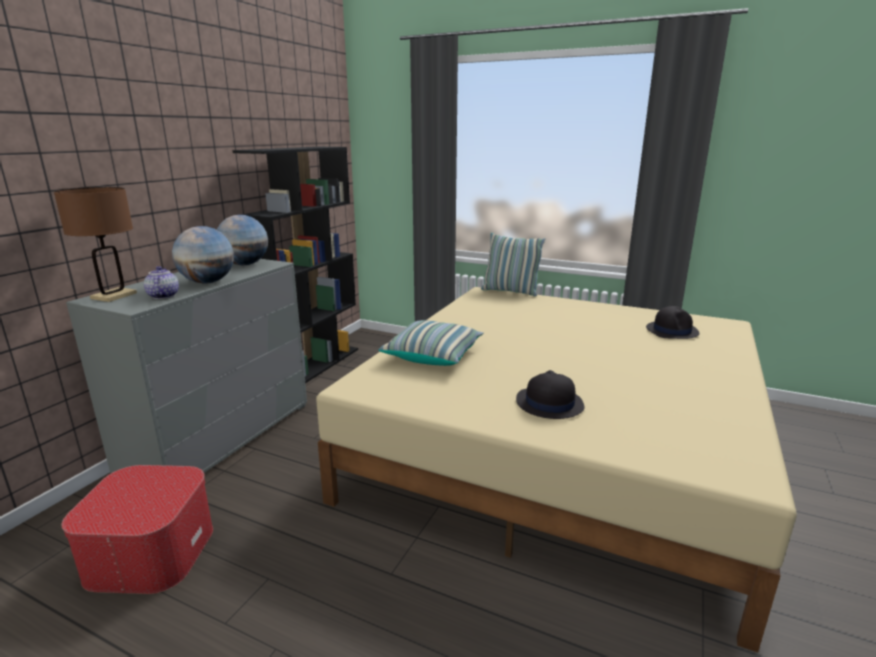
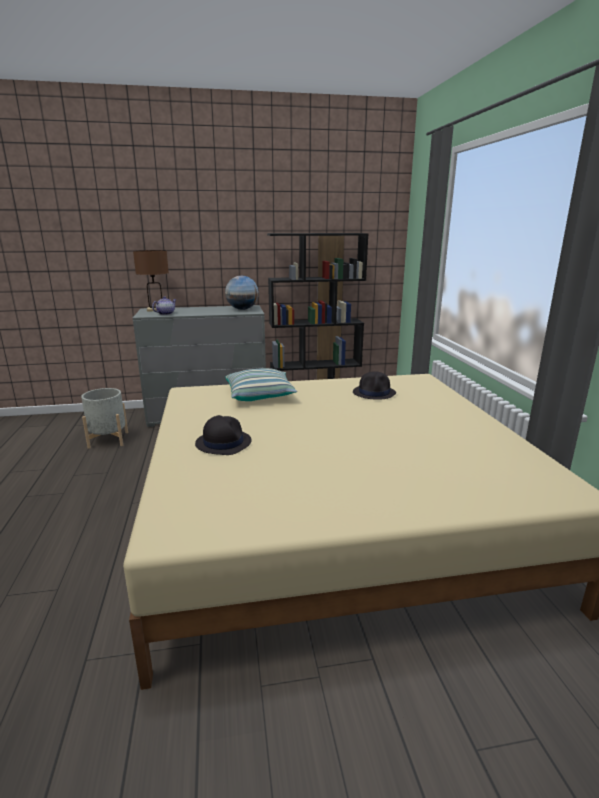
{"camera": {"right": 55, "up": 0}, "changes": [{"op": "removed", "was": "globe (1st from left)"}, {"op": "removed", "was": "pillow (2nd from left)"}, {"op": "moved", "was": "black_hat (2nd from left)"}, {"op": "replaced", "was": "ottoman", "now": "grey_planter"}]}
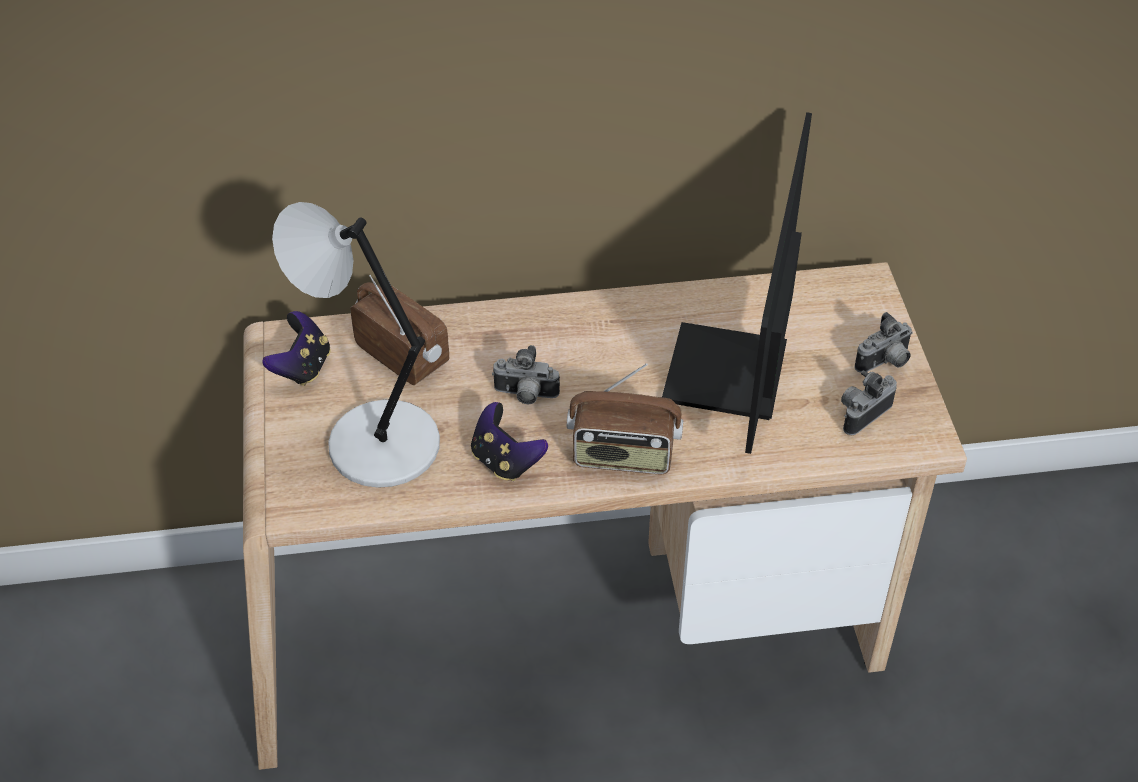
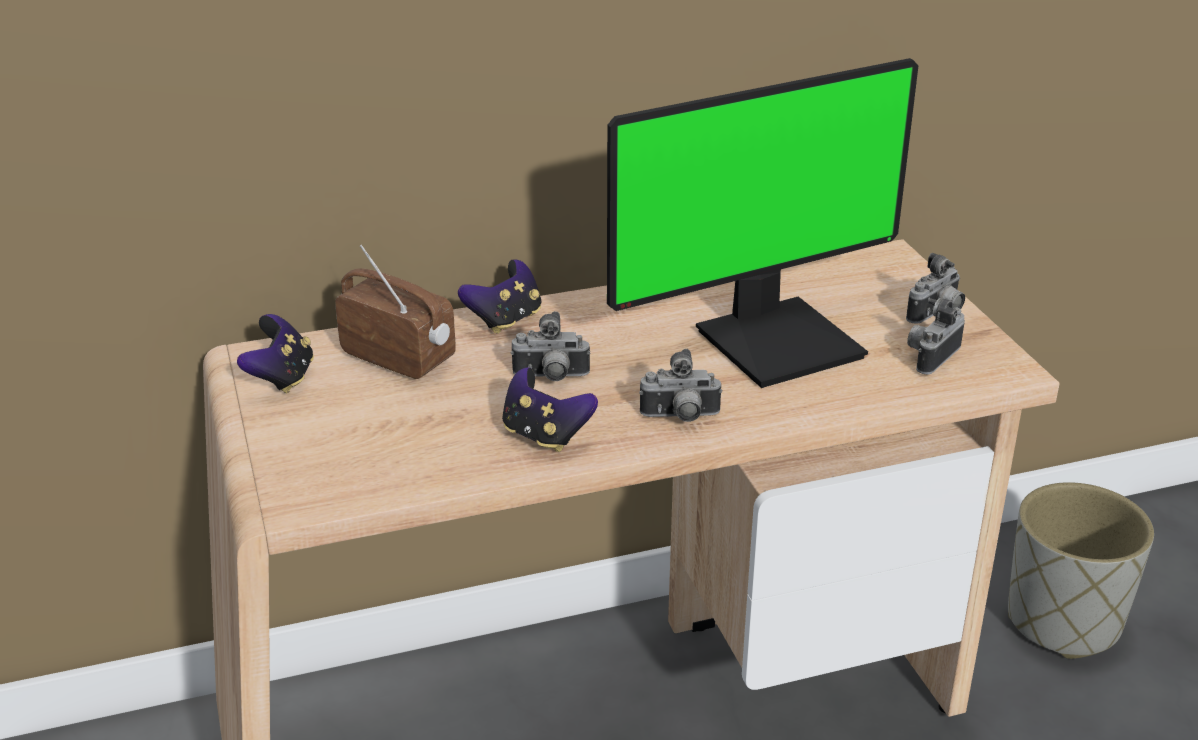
{"camera": {"right": -10, "up": -15}, "changes": [{"op": "turned", "was": "monitor", "clockwise": -120}, {"op": "removed", "was": "grey_table_lamp"}, {"op": "replaced", "was": "radio (2nd from left)", "now": "photo_camera (2nd from left)"}, {"op": "added", "now": "game_controller (2nd from left)"}, {"op": "added", "now": "grey_planter"}]}
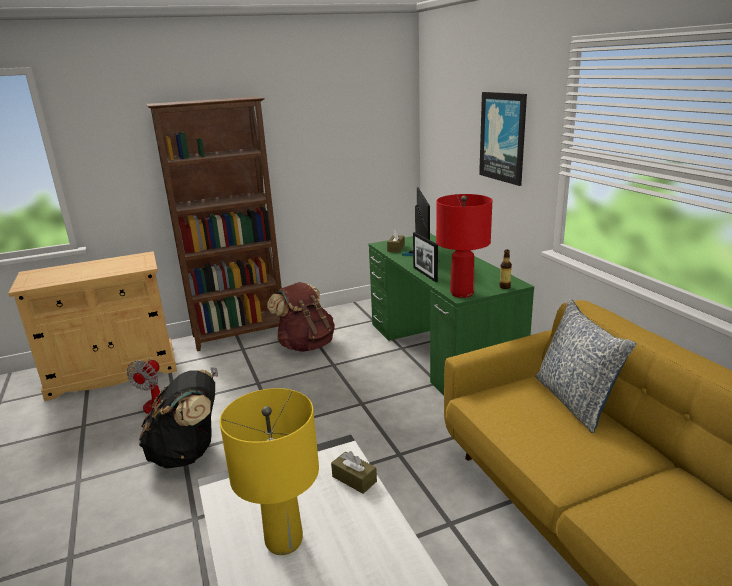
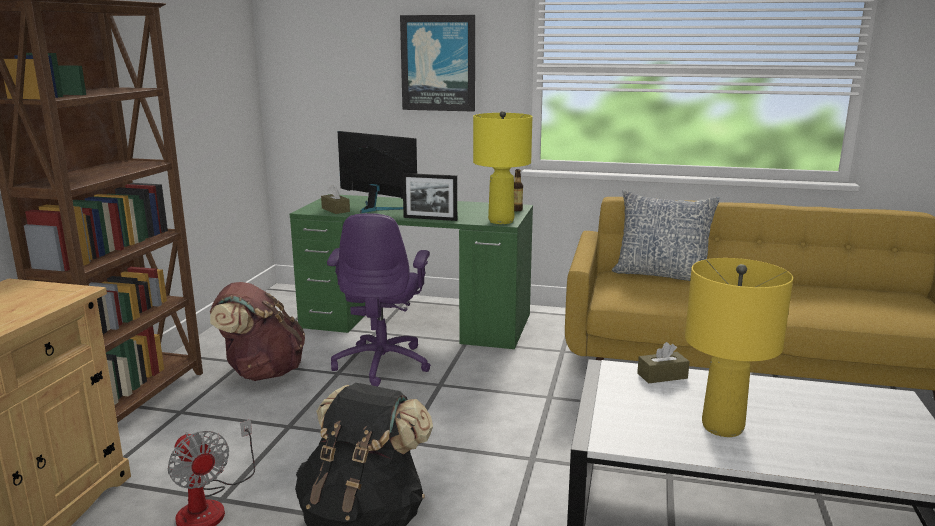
{"camera": {"right": -55, "up": -5}, "changes": [{"op": "recoloured", "was": "red_table_lamp", "now": "yellow_table_lamp (1st from left)"}, {"op": "added", "now": "purple_office_chair"}]}
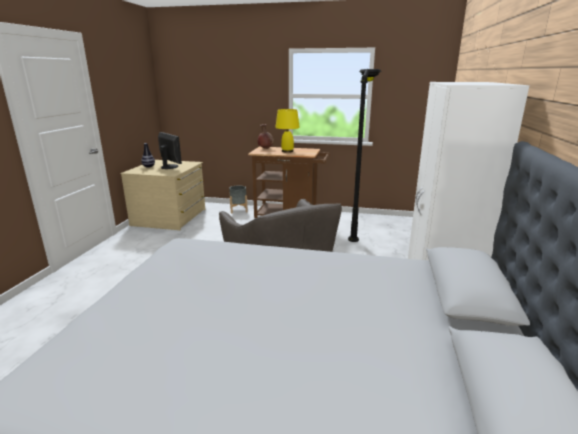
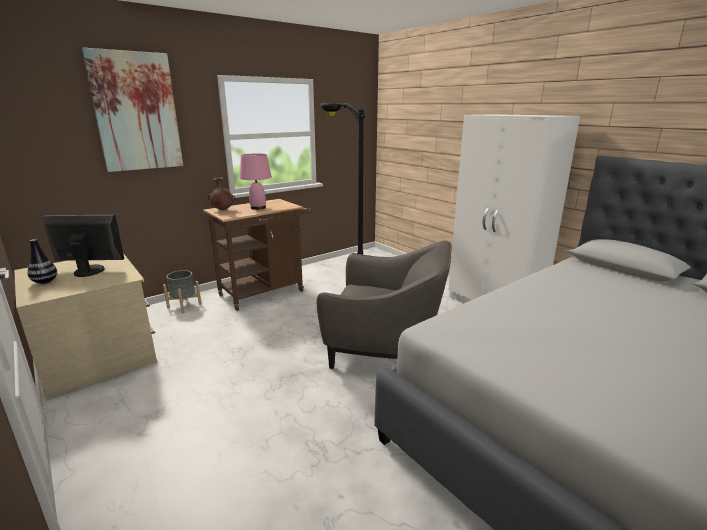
{"camera": {"right": -50, "up": 0}, "changes": [{"op": "recoloured", "was": "yellow_table_lamp", "now": "pink_table_lamp"}, {"op": "added", "now": "picture"}]}
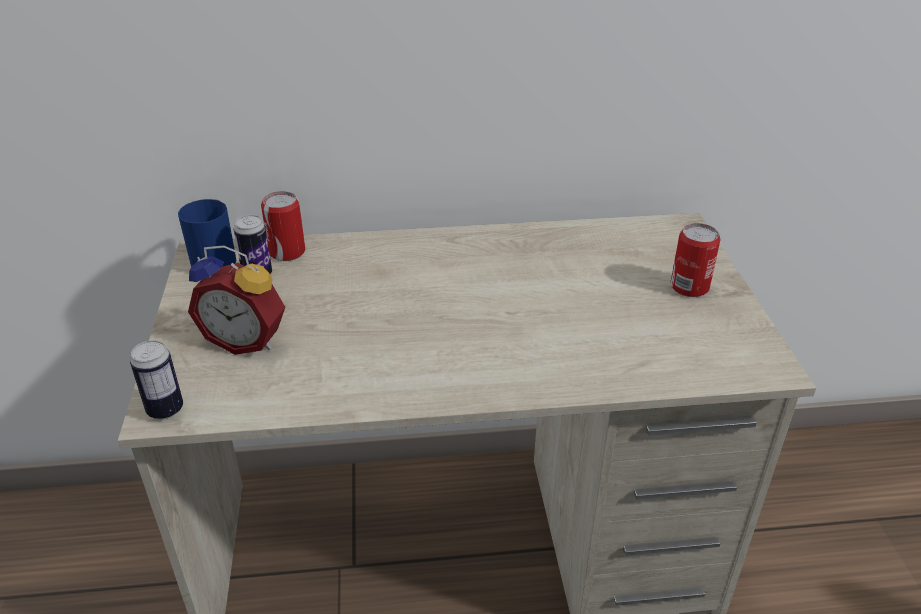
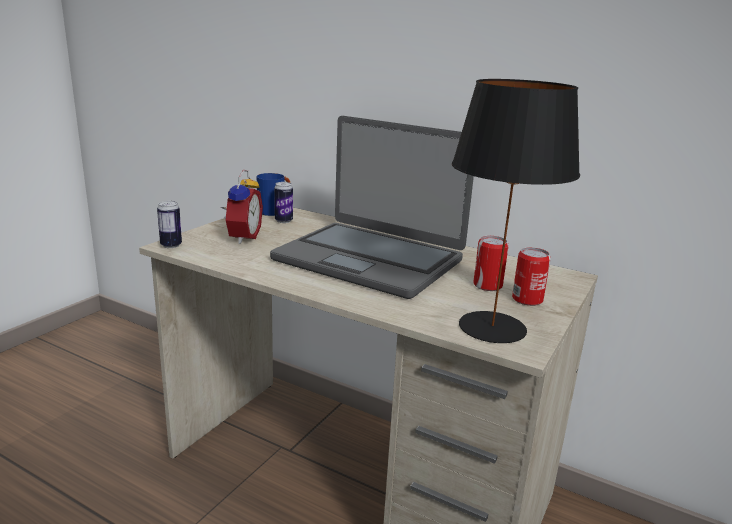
{"camera": {"right": 35, "up": -15}, "changes": [{"op": "moved", "was": "can (3rd from left)"}, {"op": "turned", "was": "alarm_clock", "clockwise": -135}, {"op": "added", "now": "black_table_lamp"}, {"op": "added", "now": "laptop"}]}
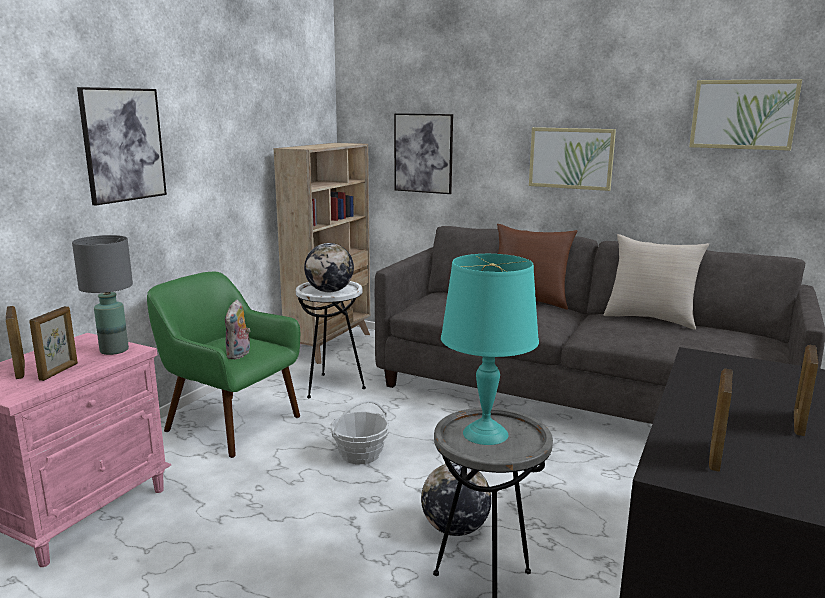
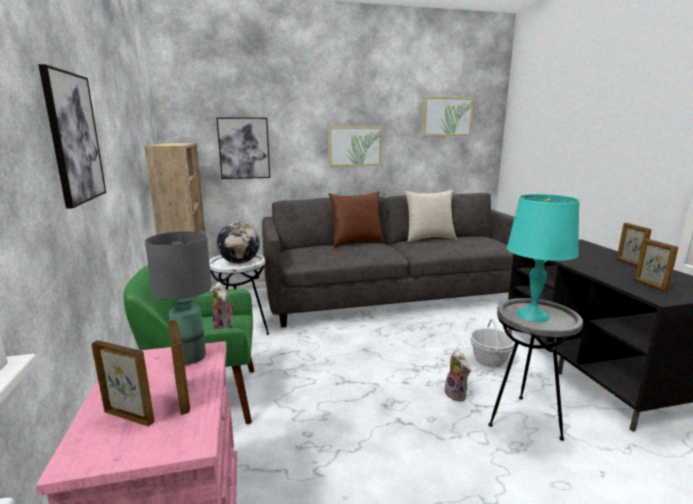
{"camera": {"right": -40, "up": 0}, "changes": [{"op": "moved", "was": "basket"}, {"op": "replaced", "was": "globe (2nd from left)", "now": "plush_toy (2nd from left)"}]}
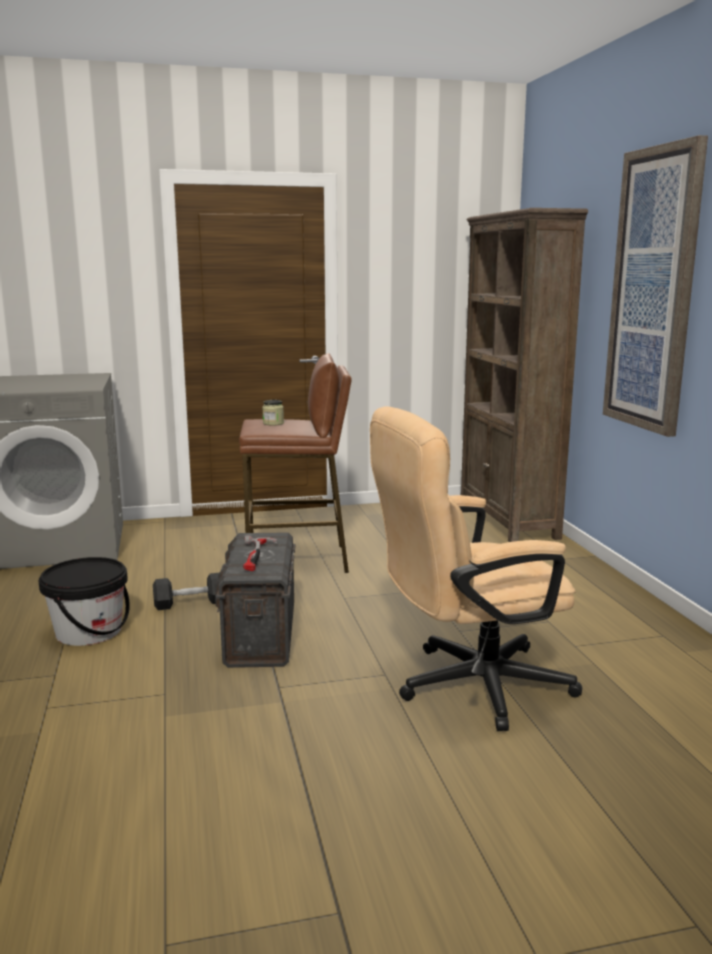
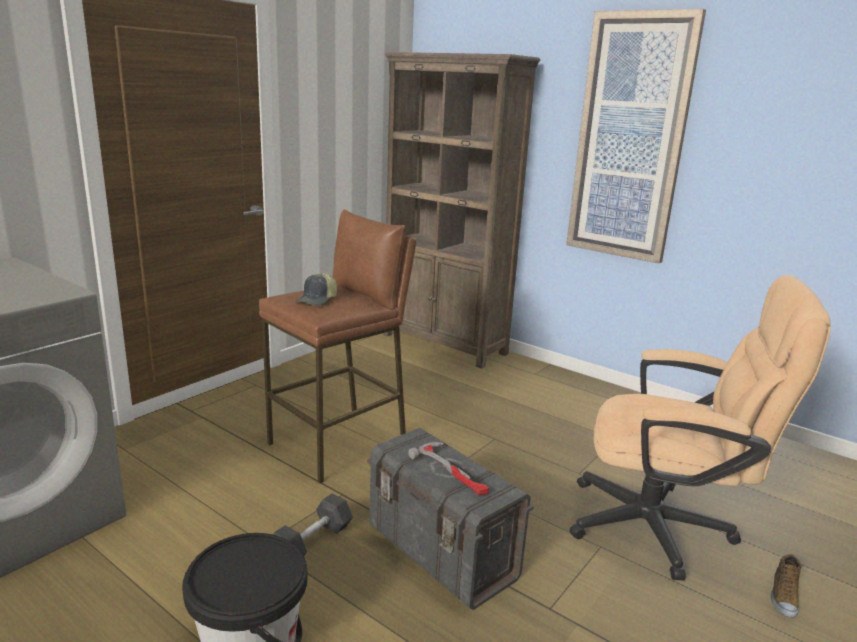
{"camera": {"right": -40, "up": 5}, "changes": [{"op": "replaced", "was": "jar", "now": "cap"}, {"op": "turned", "was": "beige_office_chair", "clockwise": -105}, {"op": "added", "now": "shoe"}]}
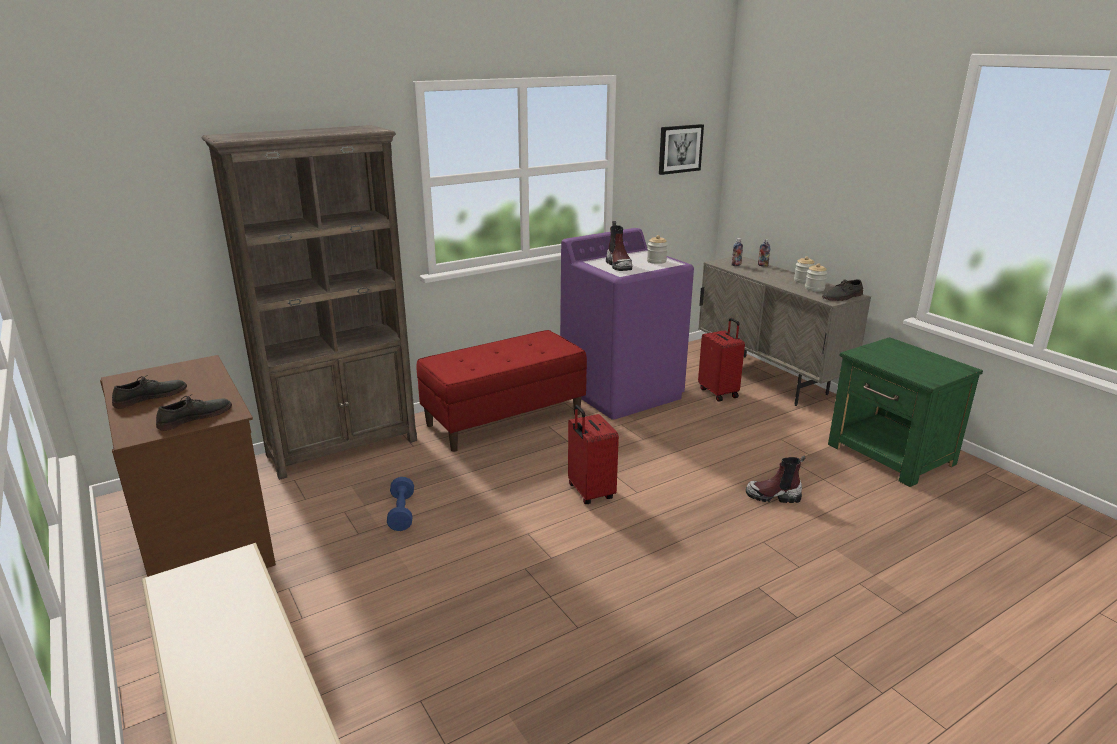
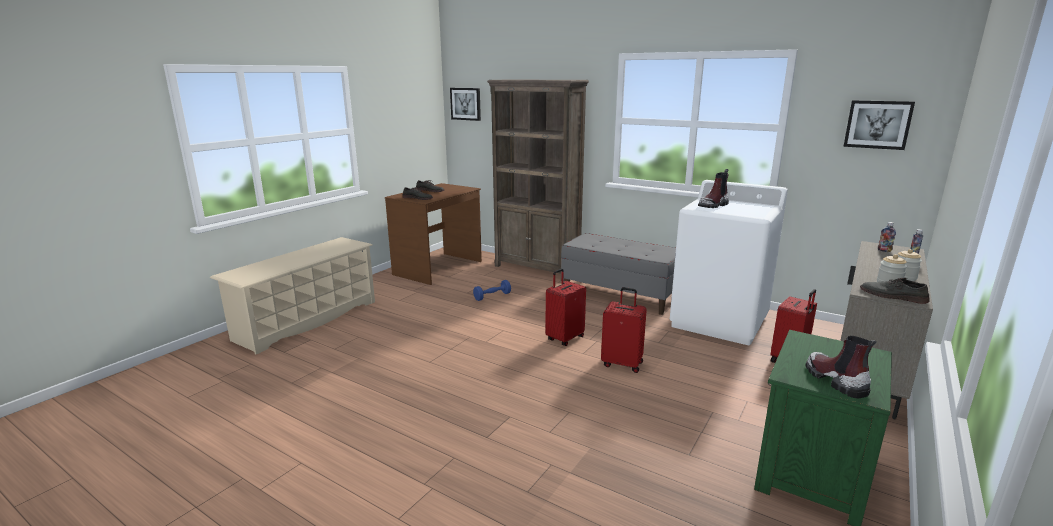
{"camera": {"right": 65, "up": -5}, "changes": [{"op": "recoloured", "was": "purple_washing_machine", "now": "white_washing_machine"}, {"op": "removed", "was": "jar (1st from left)"}, {"op": "recoloured", "was": "red_bench", "now": "grey_bench"}, {"op": "moved", "was": "boot (2nd from left)"}, {"op": "added", "now": "picture (1st from left)"}, {"op": "added", "now": "red_suitcase (2nd from left)"}]}
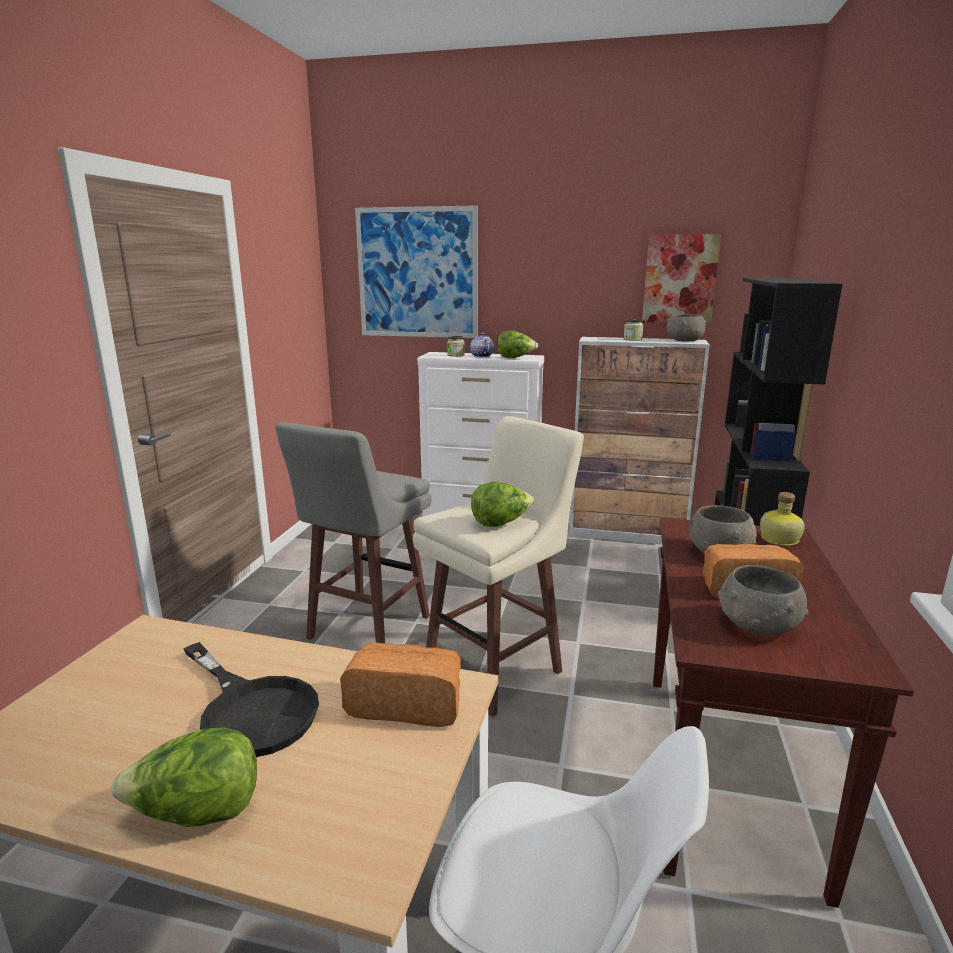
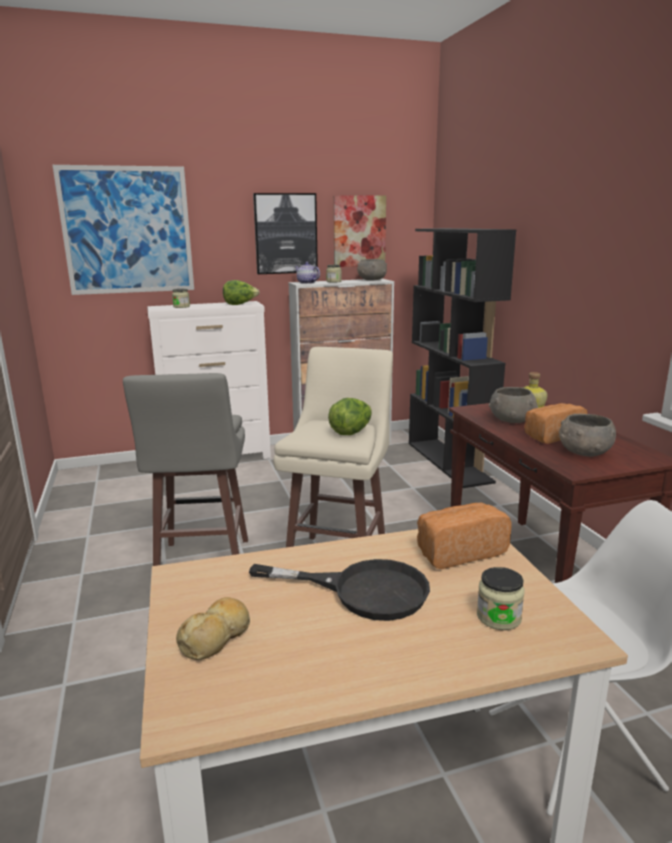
{"camera": {"right": -30, "up": 0}, "changes": [{"op": "moved", "was": "teapot"}, {"op": "removed", "was": "lettuce (1st from left)"}, {"op": "added", "now": "picture (2nd from left)"}, {"op": "added", "now": "jar (3rd from left)"}, {"op": "added", "now": "bread (1st from left)"}]}
